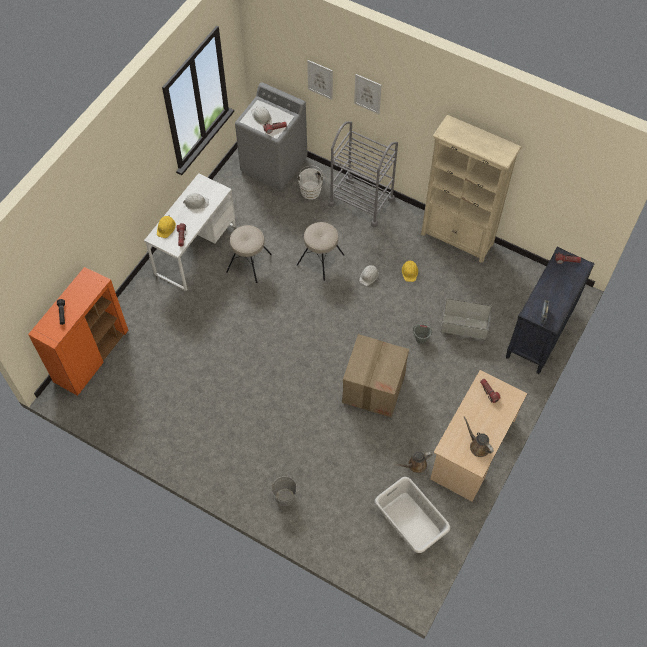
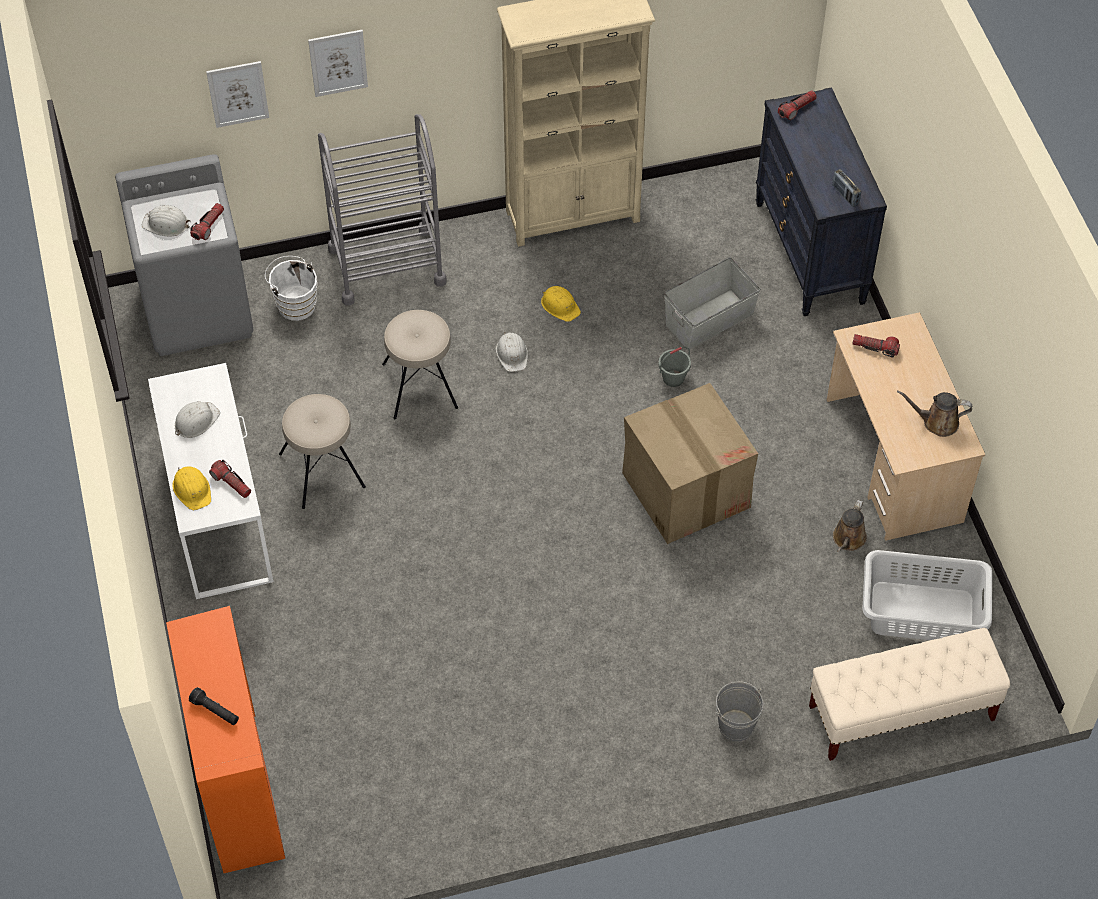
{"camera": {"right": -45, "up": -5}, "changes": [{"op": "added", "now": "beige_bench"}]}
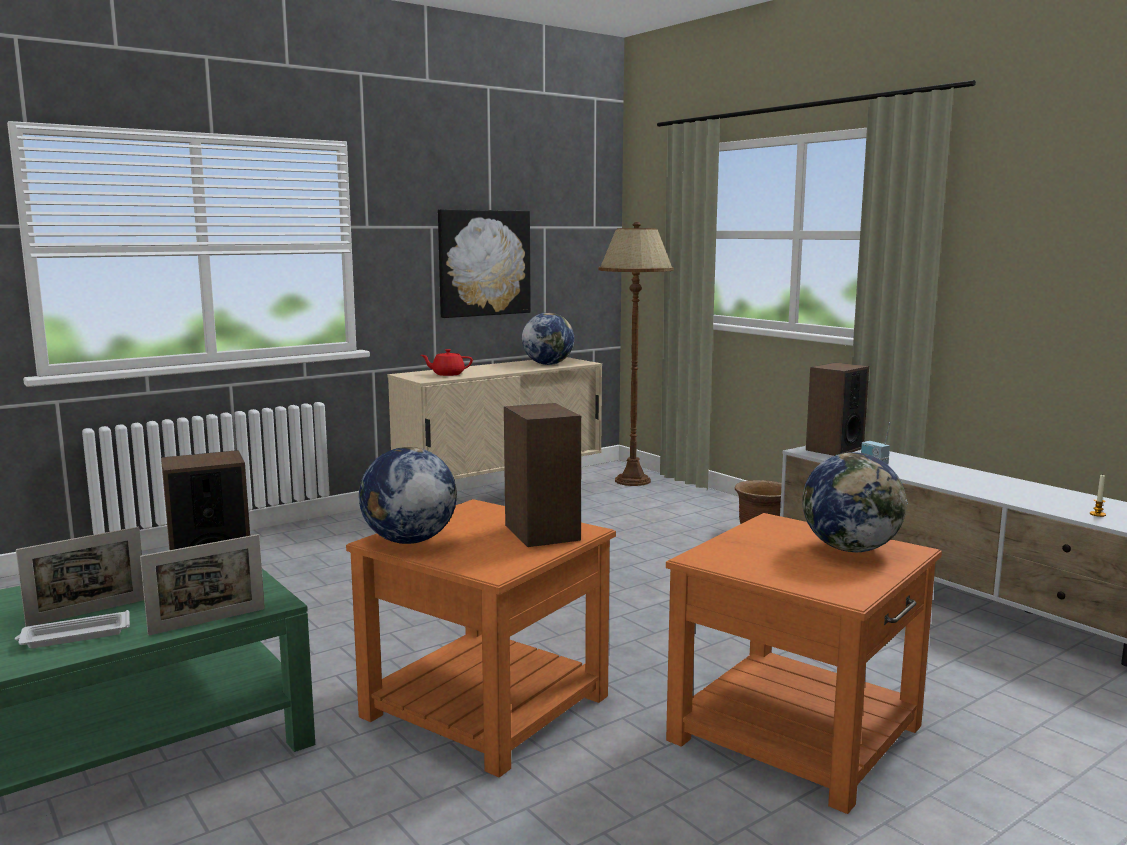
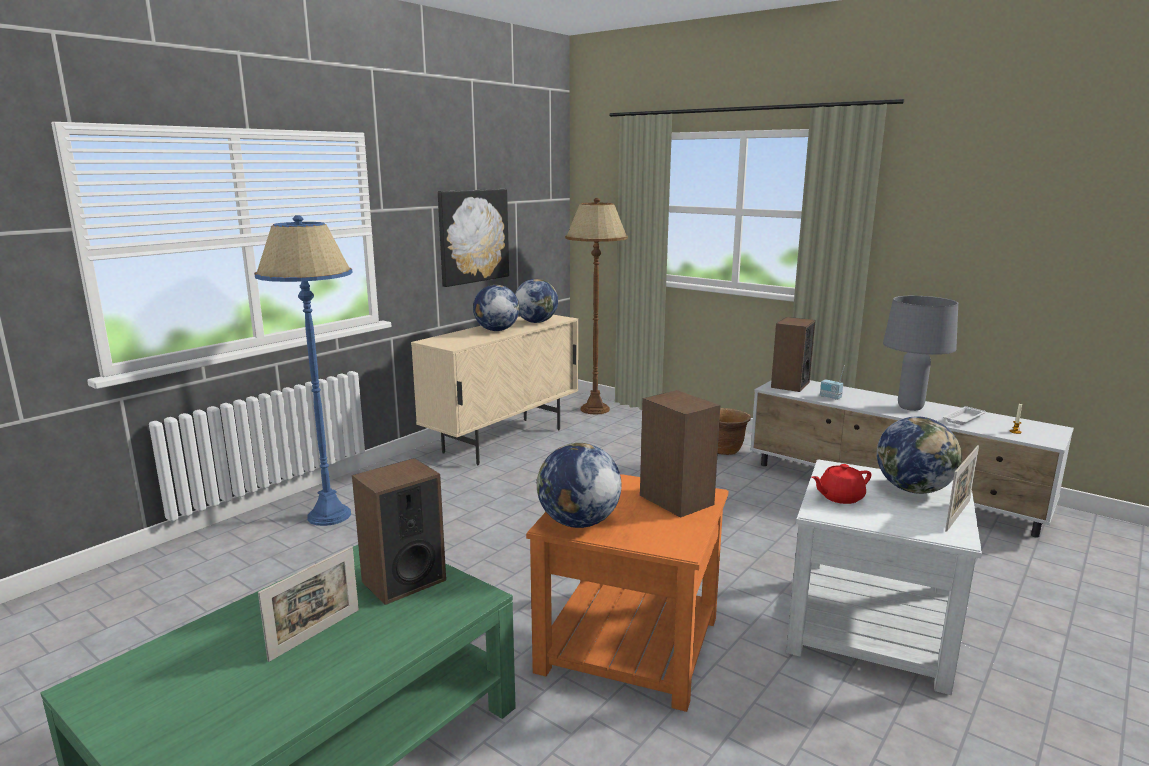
{"camera": {"right": -15, "up": 5}, "changes": [{"op": "moved", "was": "red_teapot"}, {"op": "recoloured", "was": "orange_side_table (2nd from left)", "now": "white_side_table"}, {"op": "moved", "was": "picture_frame (2nd from left)"}, {"op": "moved", "was": "white_tray"}, {"op": "added", "now": "blue_floor_lamp"}, {"op": "added", "now": "globe (1st from left)"}, {"op": "added", "now": "grey_table_lamp"}]}
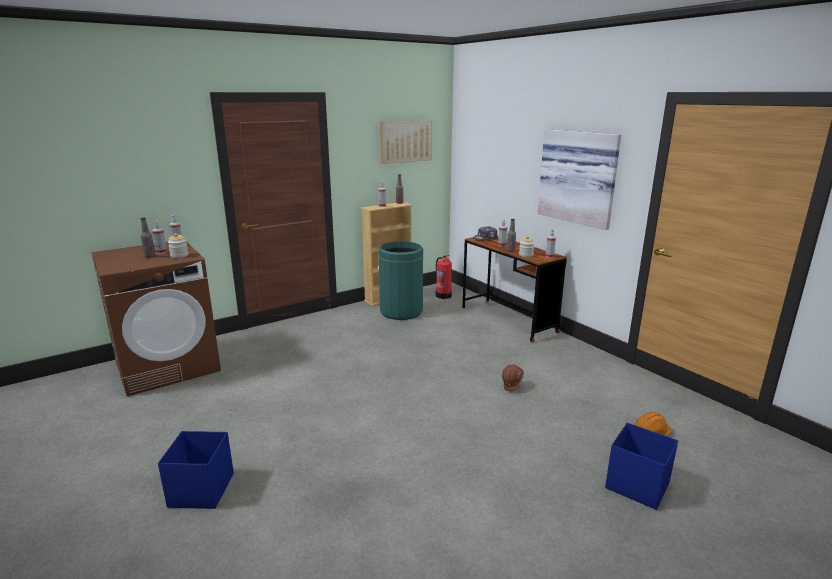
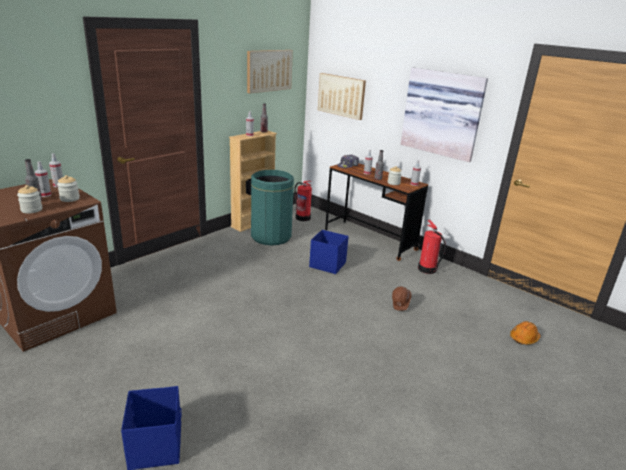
{"camera": {"right": -15, "up": 5}, "changes": [{"op": "moved", "was": "blue_storage_box (2nd from left)"}, {"op": "added", "now": "picture (2nd from left)"}, {"op": "added", "now": "jar (1st from left)"}, {"op": "added", "now": "fire_extinguisher (2nd from left)"}]}
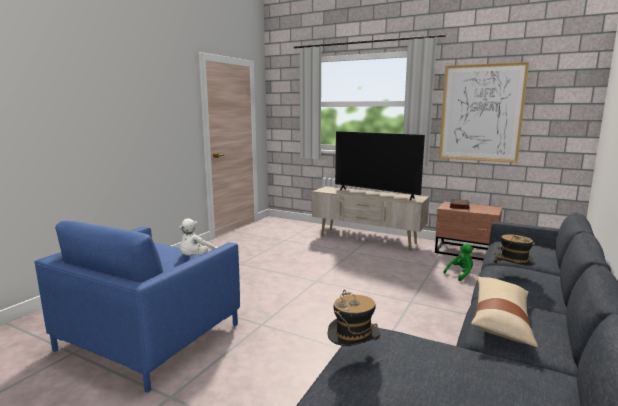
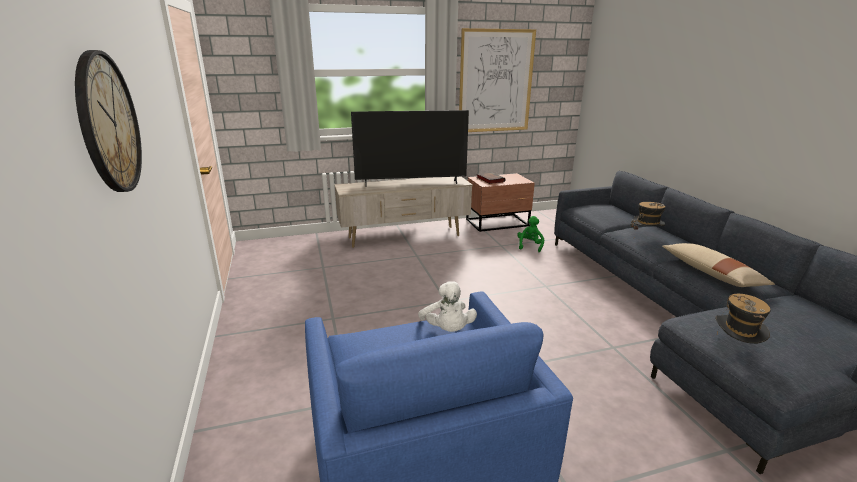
{"camera": {"right": -45, "up": 10}, "changes": [{"op": "added", "now": "wall_clock"}]}
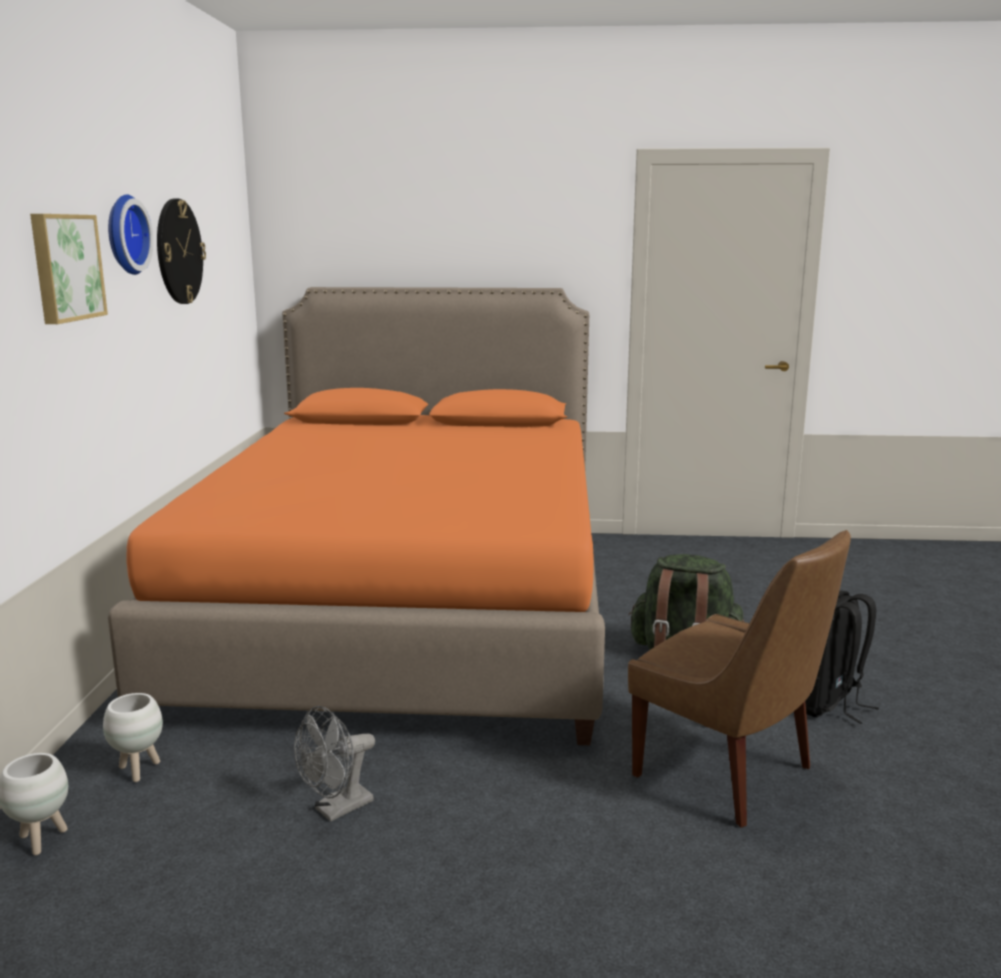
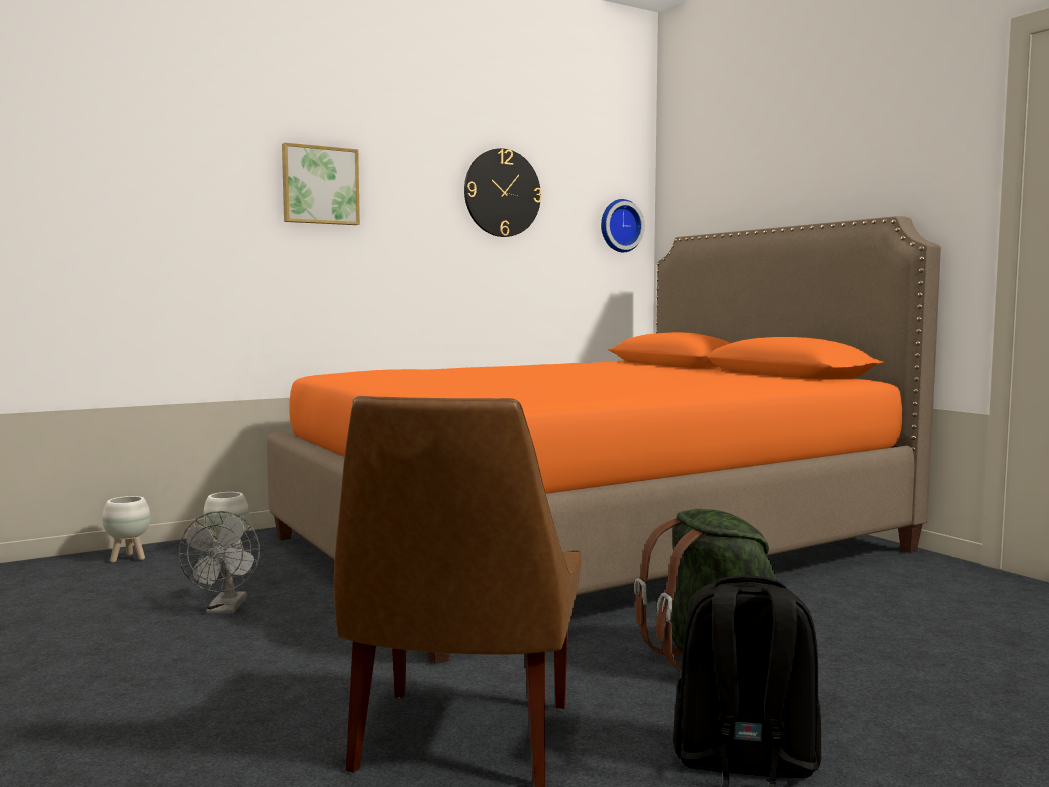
{"camera": {"right": 55, "up": -10}, "changes": [{"op": "moved", "was": "wall_clock (1st from left in the first image)", "now": "wall_clock (2nd from left)"}, {"op": "turned", "was": "grey_fan", "clockwise": -105}]}
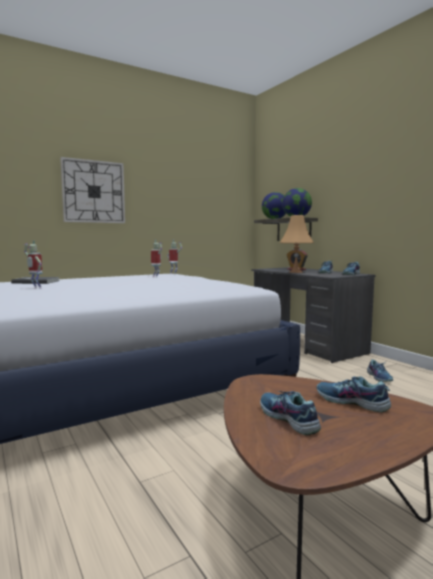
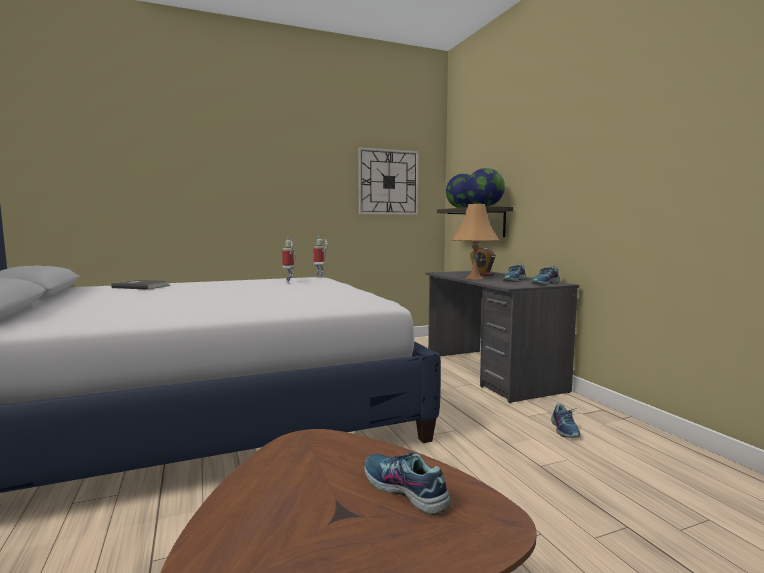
{"camera": {"right": 10, "up": 0}, "changes": [{"op": "moved", "was": "wall_clock"}, {"op": "removed", "was": "toy_robot (1st from left)"}, {"op": "removed", "was": "shoe (1st from left)"}]}
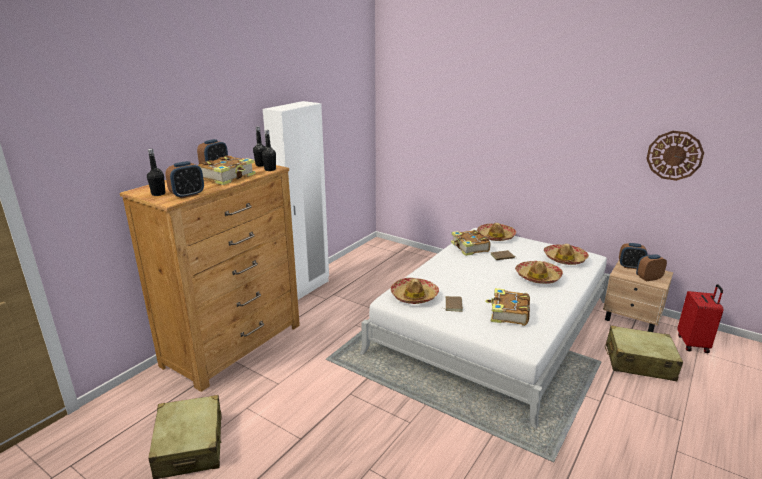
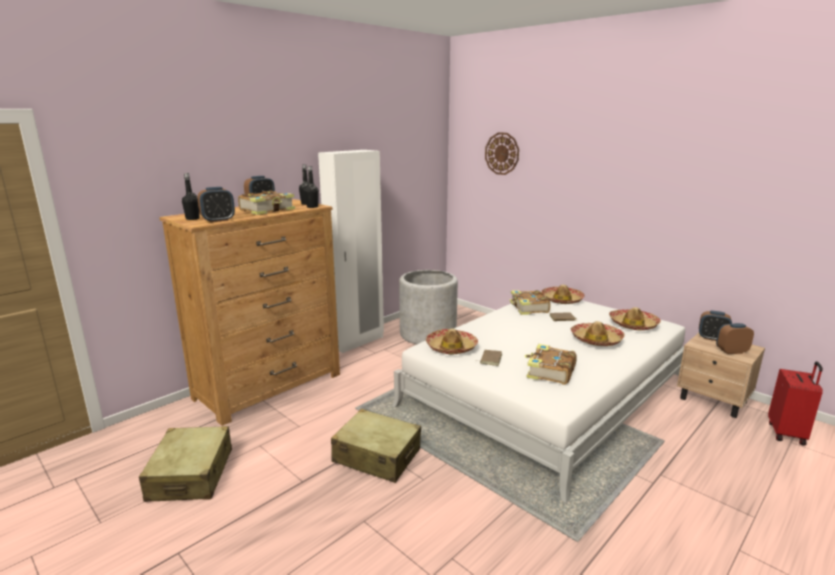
{"camera": {"right": 10, "up": -5}, "changes": [{"op": "moved", "was": "wall_clock"}, {"op": "moved", "was": "beige_suitcase (2nd from left)"}, {"op": "added", "now": "grey_planter"}]}
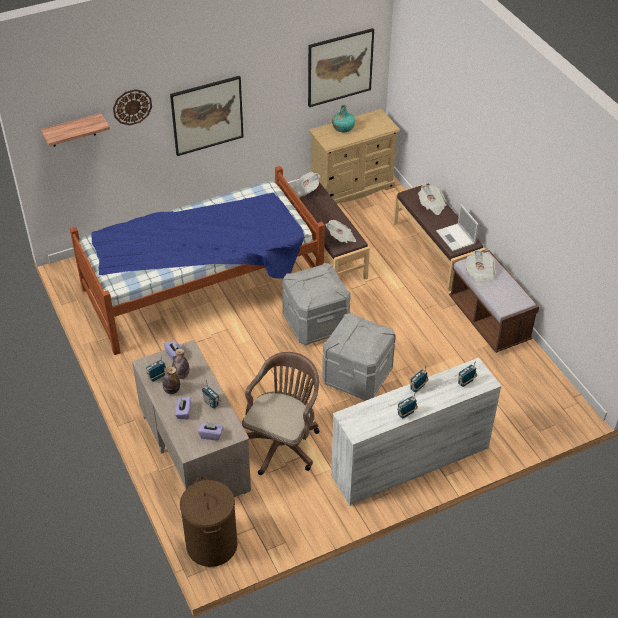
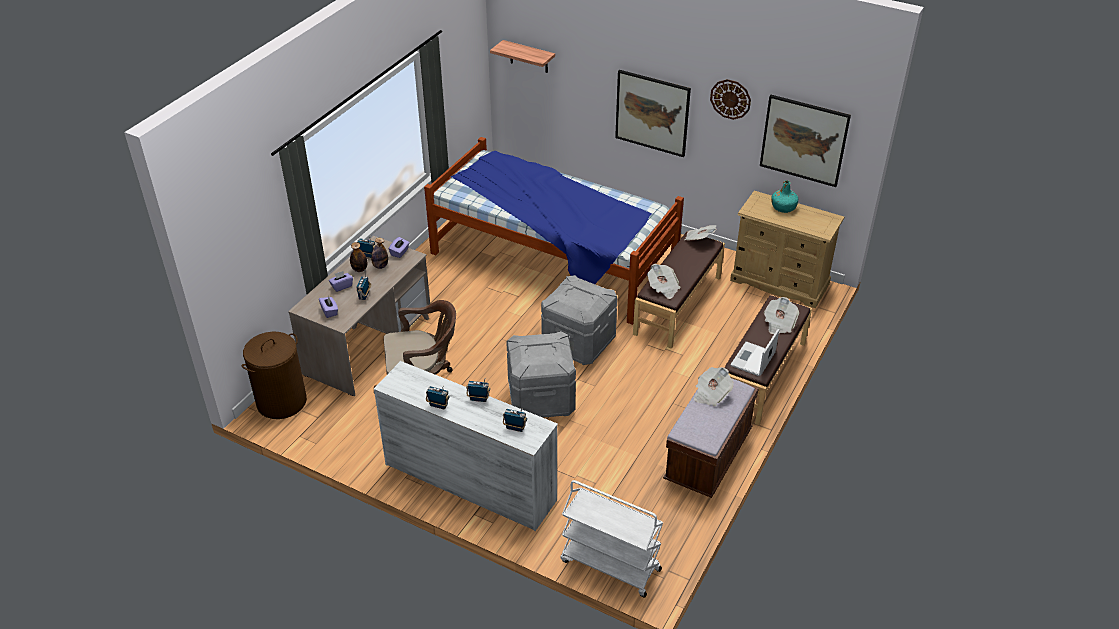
{"camera": {"right": 55, "up": -5}, "changes": [{"op": "moved", "was": "wall_clock"}, {"op": "added", "now": "white_cart"}]}
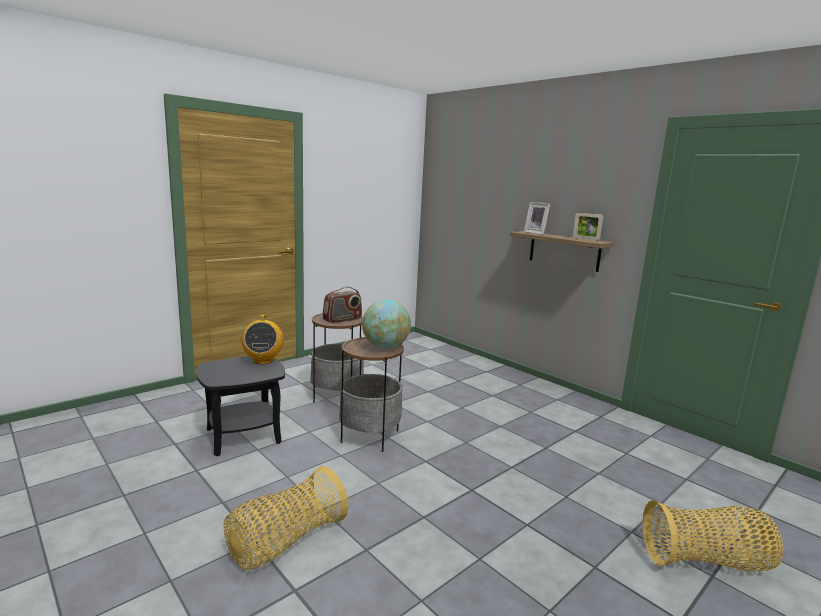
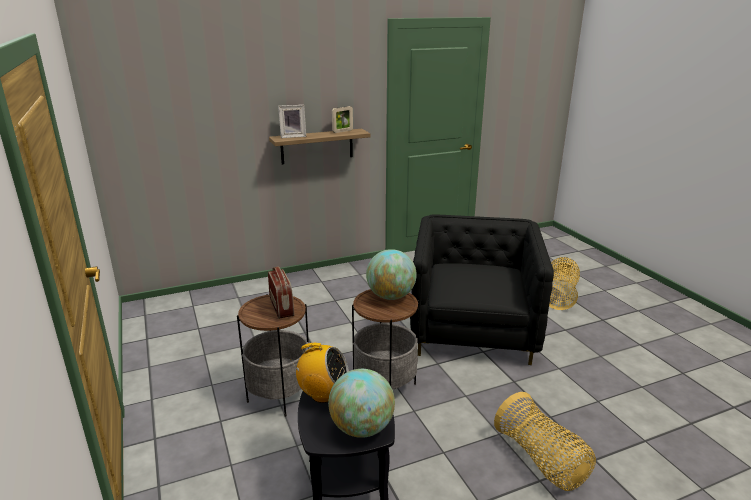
{"camera": {"right": -70, "up": 10}, "changes": [{"op": "added", "now": "black_armchair"}, {"op": "added", "now": "globe (1st from left)"}]}
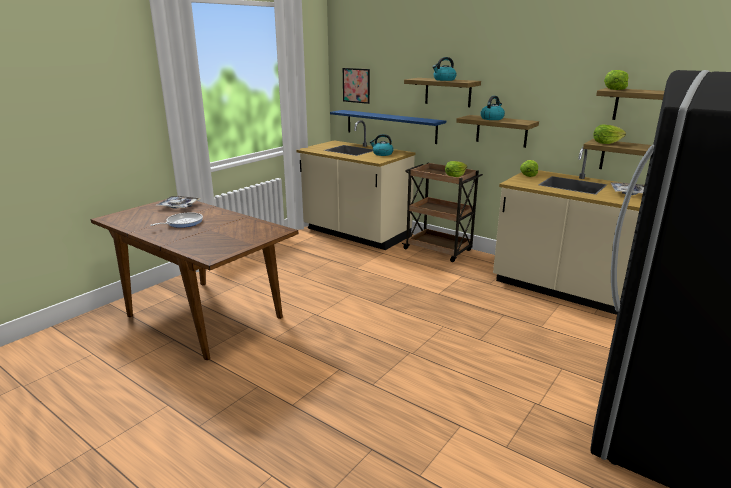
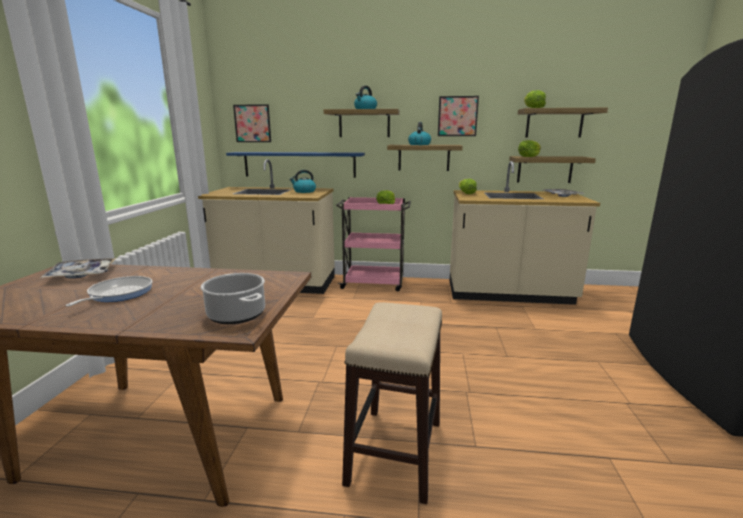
{"camera": {"right": -30, "up": -5}, "changes": [{"op": "recoloured", "was": "brown_cart", "now": "pink_cart"}, {"op": "added", "now": "picture (2nd from left)"}, {"op": "added", "now": "cooking_pot"}, {"op": "added", "now": "stool"}]}
